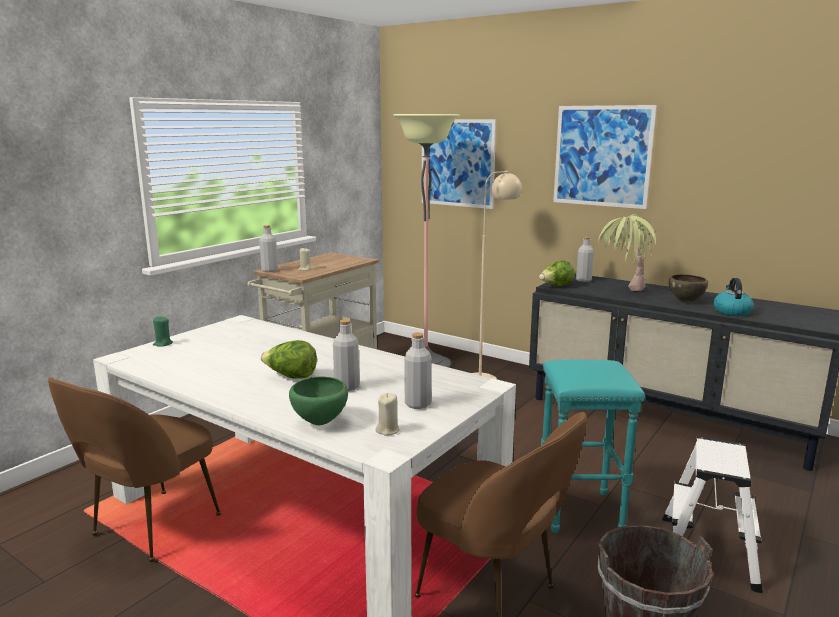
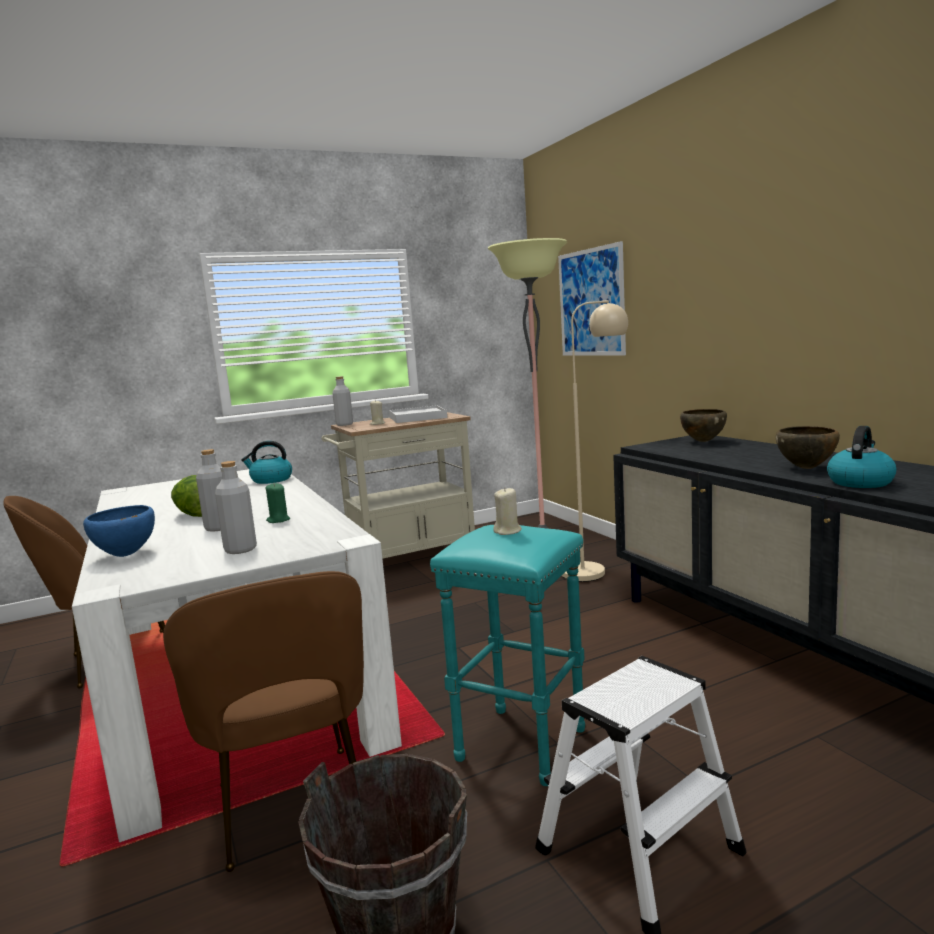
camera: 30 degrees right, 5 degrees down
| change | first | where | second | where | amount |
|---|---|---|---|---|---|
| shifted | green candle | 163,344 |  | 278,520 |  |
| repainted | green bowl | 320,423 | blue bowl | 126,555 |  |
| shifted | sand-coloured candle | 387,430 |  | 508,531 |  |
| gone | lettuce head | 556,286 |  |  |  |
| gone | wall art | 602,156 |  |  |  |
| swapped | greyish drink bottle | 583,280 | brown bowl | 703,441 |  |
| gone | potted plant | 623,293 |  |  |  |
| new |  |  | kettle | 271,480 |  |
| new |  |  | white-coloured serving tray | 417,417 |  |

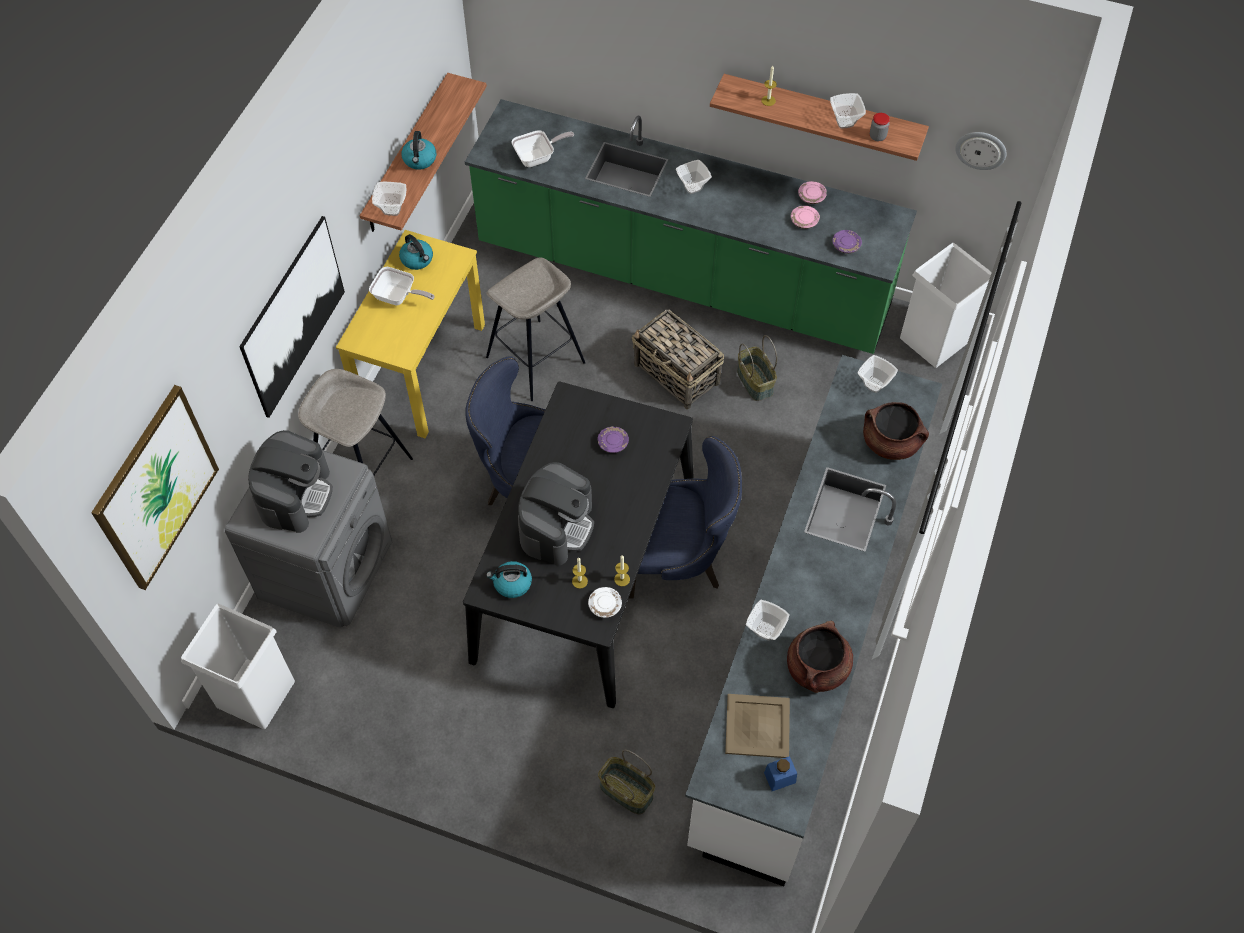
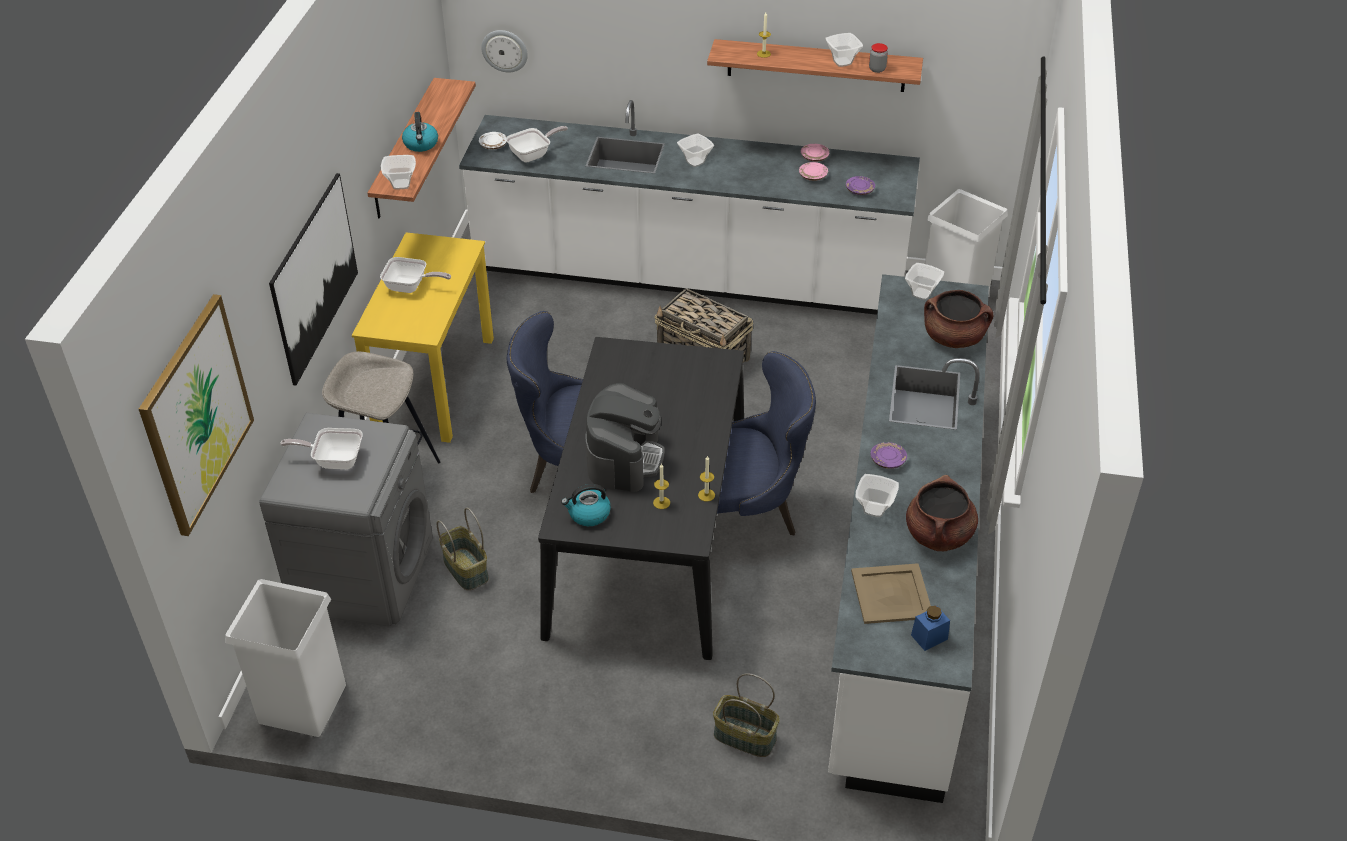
camera: 10 degrees left, 15 degrees down
| change | first | where | second | where | amount |
|---|---|---|---|---|---|
| swapped | coffee maker | 295,494 | skillet | 334,460 |  |
| gone | kettle | 417,259 |  |  |  |
| repainted | green counter | 682,277 | white-coloured counter | 689,277 |  |
| gone | greyish sitting stool | 535,360 |  |  |  |
| shifted | white-coloured plate | 605,605 |  | 493,145 |  |
| shifted | purple plate | 613,443 |  | 887,460 |  |
| shifted | household basket | 755,382 |  | 466,569 |  |
| shifted | hanging clock | 981,149 |  | 504,50 |  |

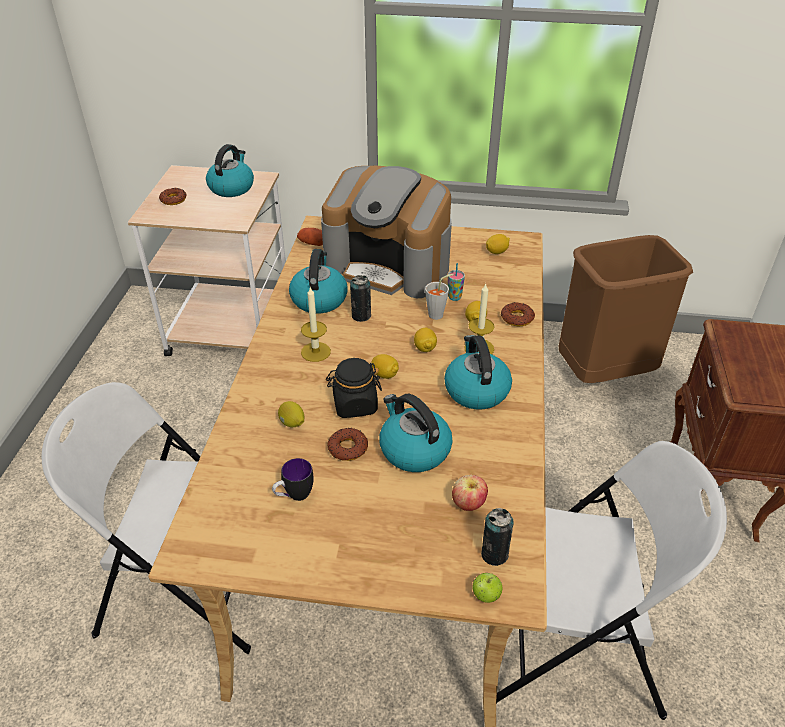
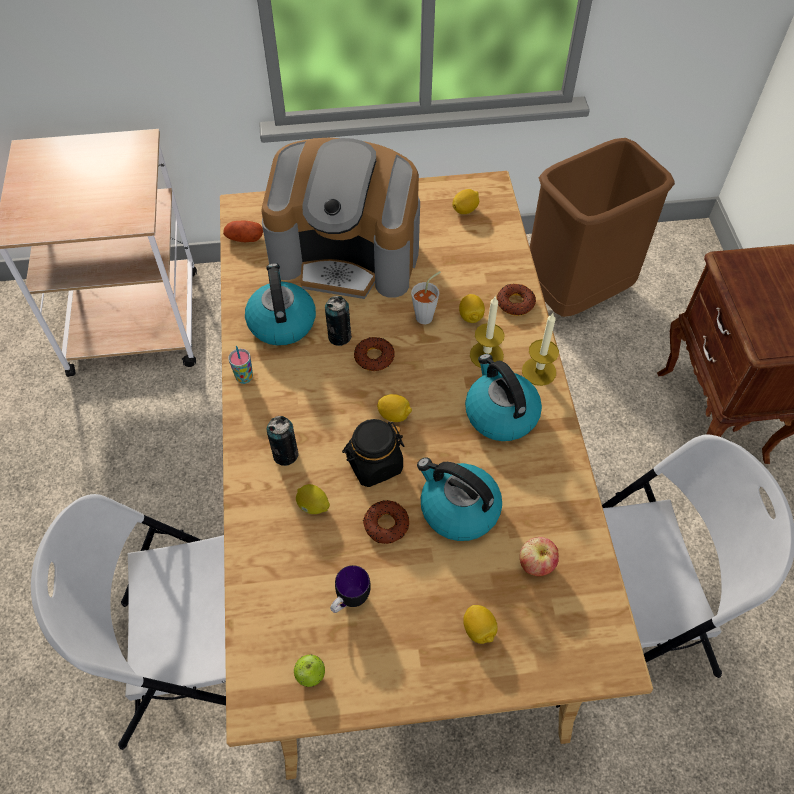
camera: 15 degrees left, 15 degrees up
| change | first | where | second | where | amount |
|---|---|---|---|---|---|
| shifted | donut | 173,200 |  | 374,357 |  |
| gone | kettle | 231,187 |  |  |  |
| shifted | candle | 315,352 |  | 539,371 |  |
| shifted | lemon | 425,348 |  | 479,630 |  |
| shifted | cup | 454,297 |  | 244,377 |  |
| shifted | whole apple | 486,595 |  | 310,675 |  |
| shifted | can | 494,554 |  | 285,454 |  |

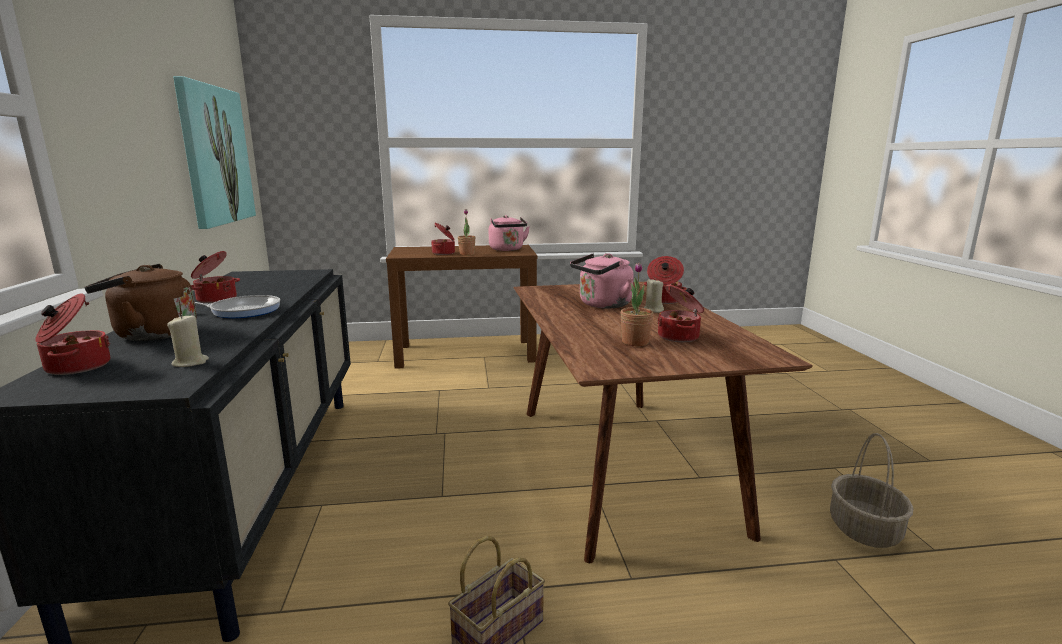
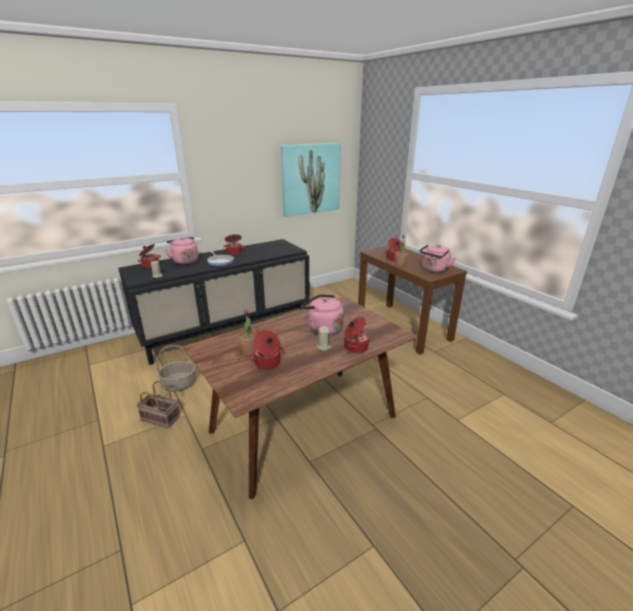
camera: 65 degrees right, 10 degrees up
| change | first | where | second | where | amount |
|---|---|---|---|---|---|
| repainted | brown kettle | 151,334 | pinkish kettle | 185,261 |  |
| shifted | household basket | 863,529 |  | 179,384 |  |

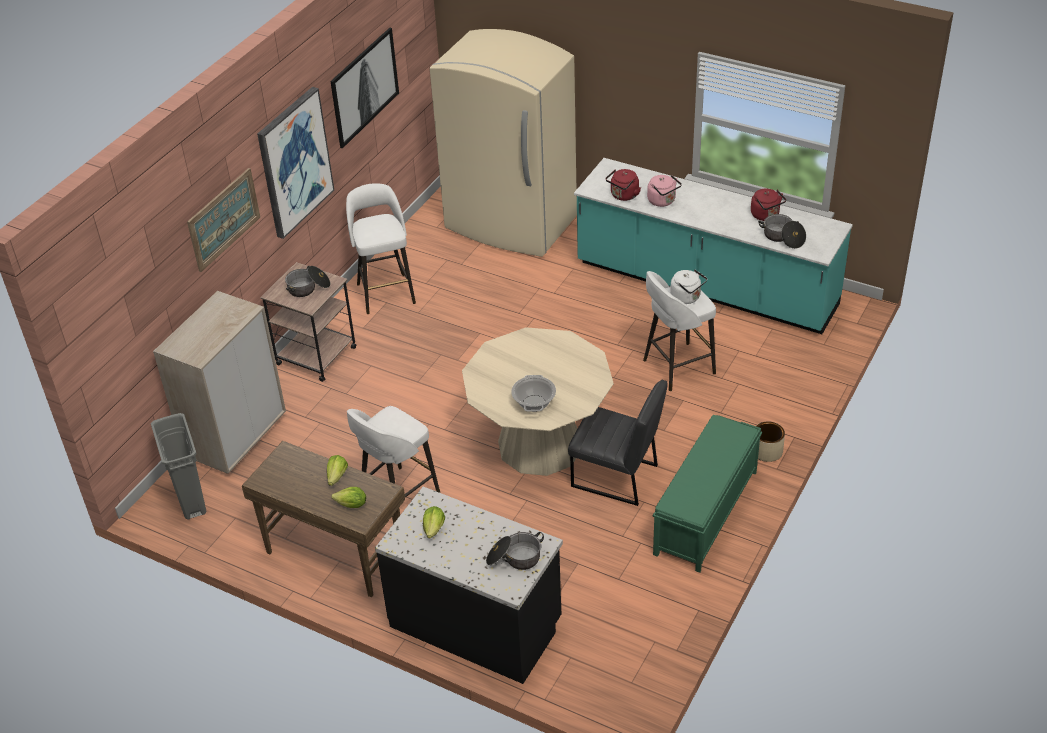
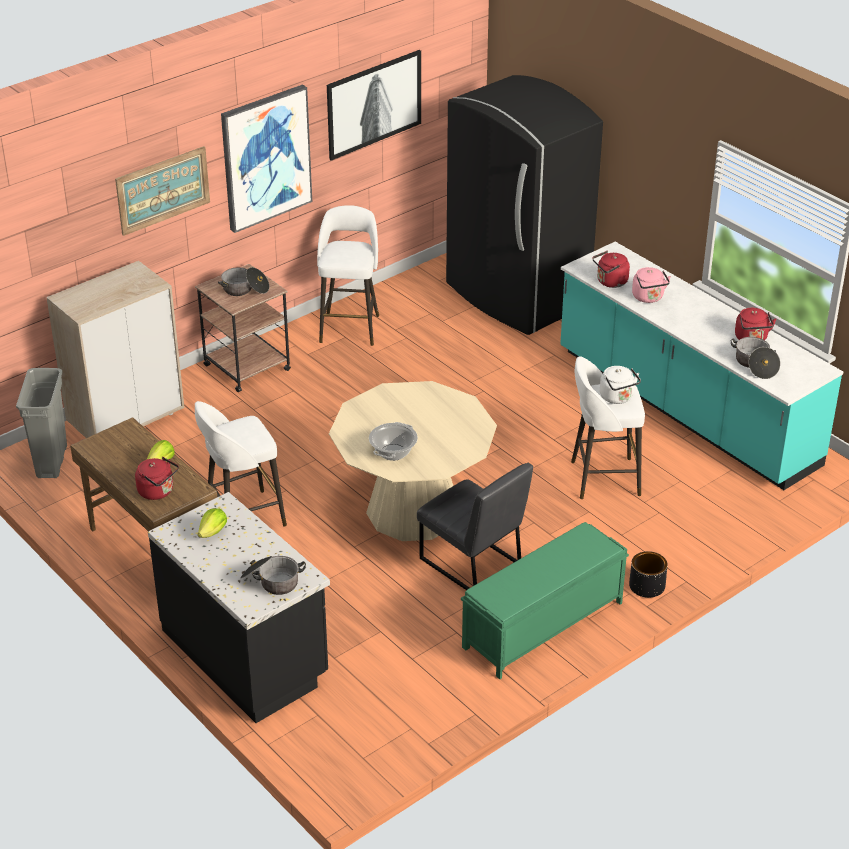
camera: 20 degrees right, 5 degrees down
| change | first | where | second | where | amount |
|---|---|---|---|---|---|
| swapped | lettuce head | 352,505 | red kettle | 158,492 |  |
| repainted | sand-coloured refrigerator | 510,224 | black refrigerator | 516,296 |  |
| repainted | sand-coloured planter | 767,451 | black planter | 646,586 |  |

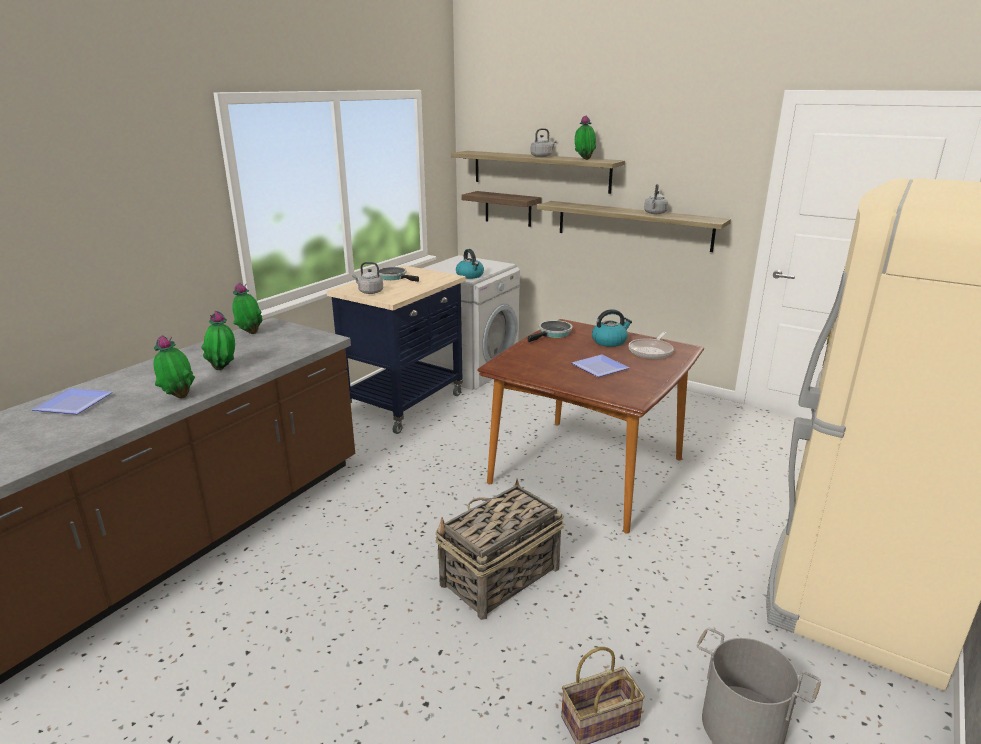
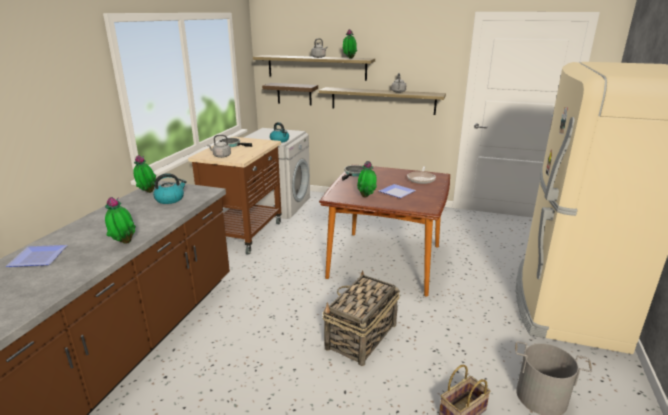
camera: 15 degrees left, 0 degrees up
| change | first | where | second | where | amount |
|---|---|---|---|---|---|
| shifted | potted plant | 224,369 |  | 366,196 |  |
| repainted | blue cart | 404,404 | brown cart | 244,234 |  |
| shifted | kettle | 609,341 |  | 170,199 |  |

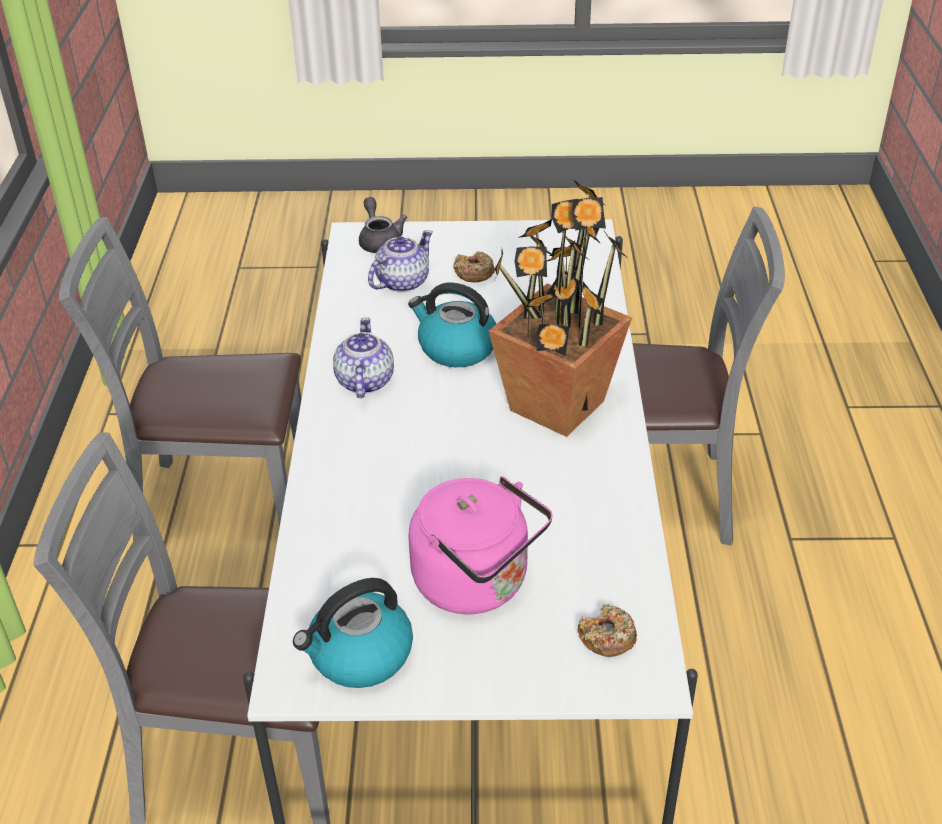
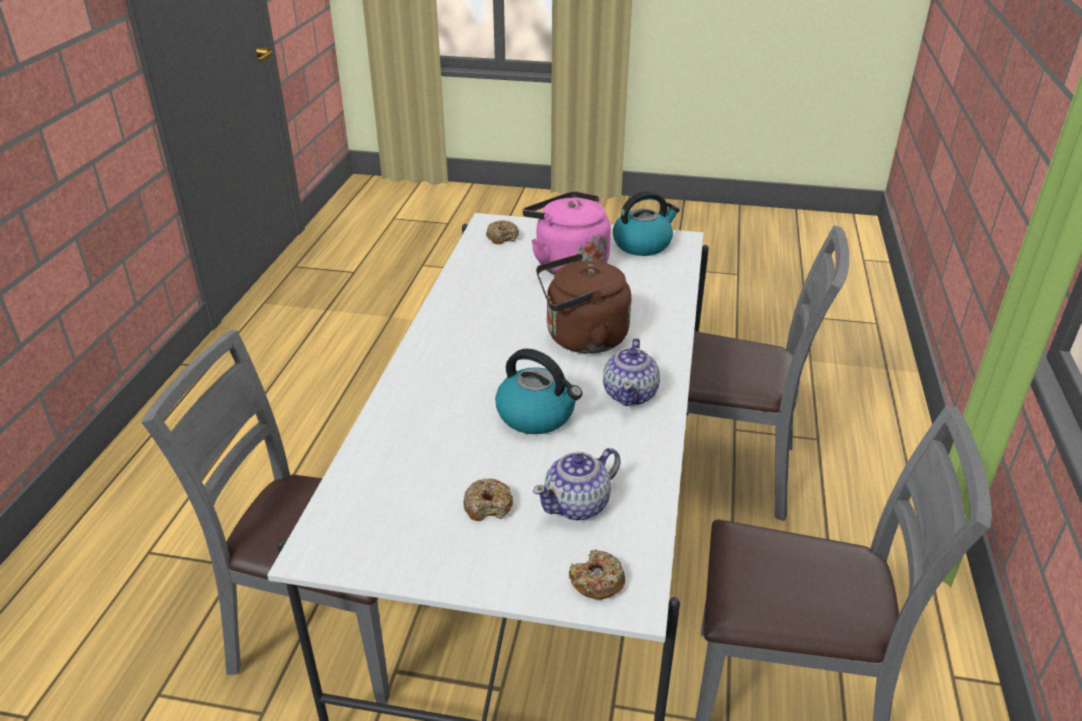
camera: 170 degrees left, 5 degrees down
| change | first | where | second | where | amount |
|---|---|---|---|---|---|
| swapped | greyish pot for tea | 379,241 | donut | 597,582 |  |
| gone | potted plant | 555,405 |  |  |  |
| new |  |  | brown kettle | 581,338 |  |

